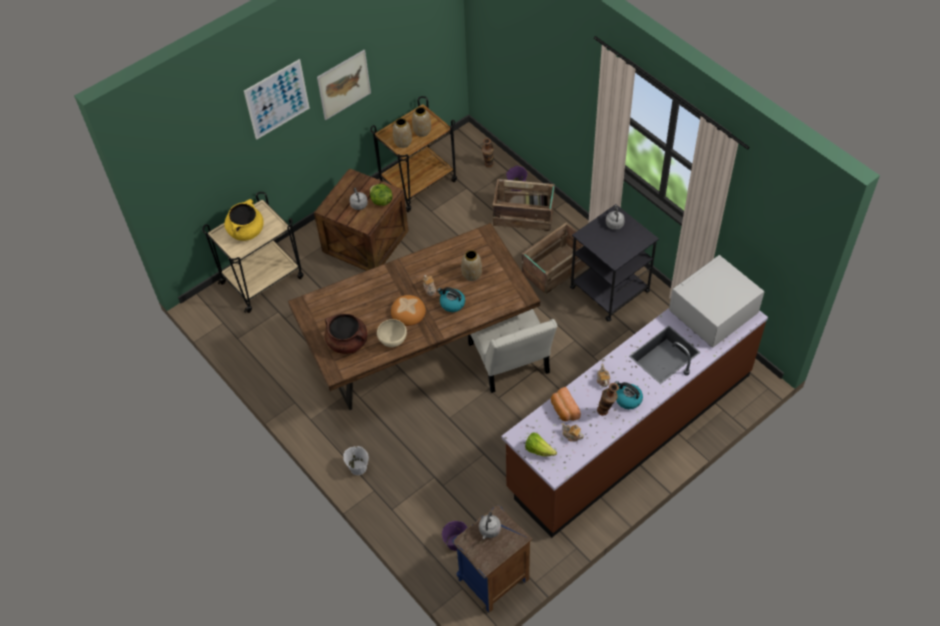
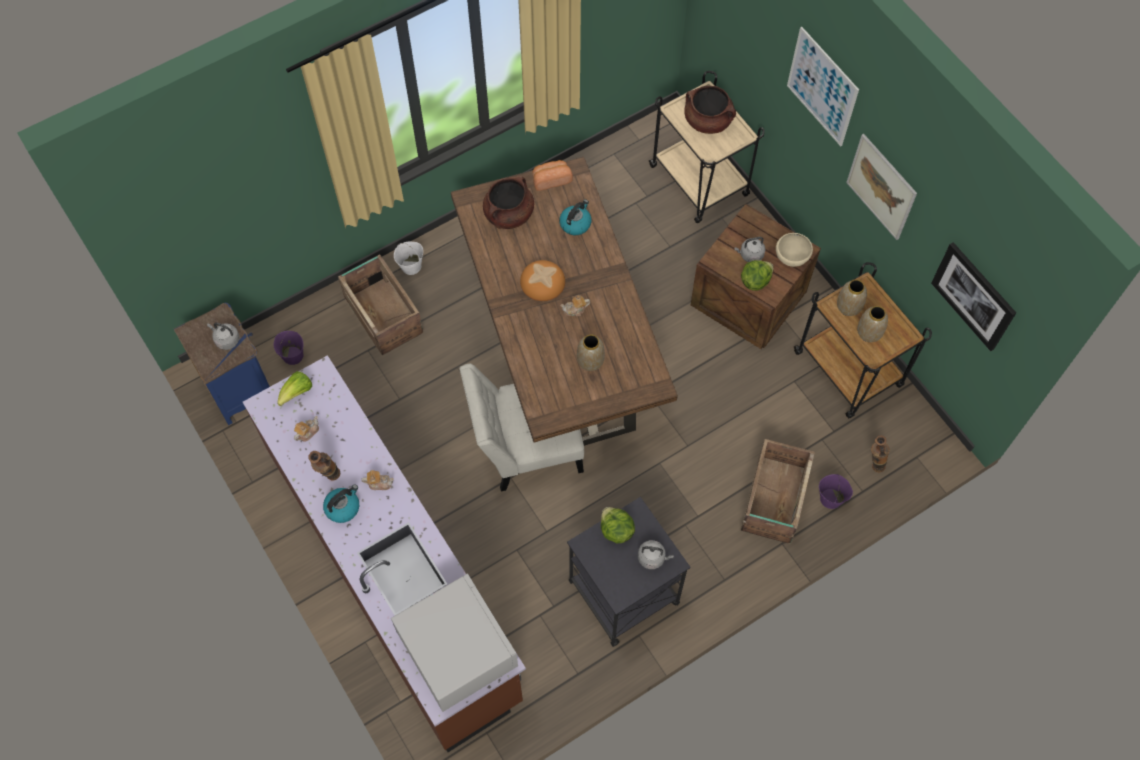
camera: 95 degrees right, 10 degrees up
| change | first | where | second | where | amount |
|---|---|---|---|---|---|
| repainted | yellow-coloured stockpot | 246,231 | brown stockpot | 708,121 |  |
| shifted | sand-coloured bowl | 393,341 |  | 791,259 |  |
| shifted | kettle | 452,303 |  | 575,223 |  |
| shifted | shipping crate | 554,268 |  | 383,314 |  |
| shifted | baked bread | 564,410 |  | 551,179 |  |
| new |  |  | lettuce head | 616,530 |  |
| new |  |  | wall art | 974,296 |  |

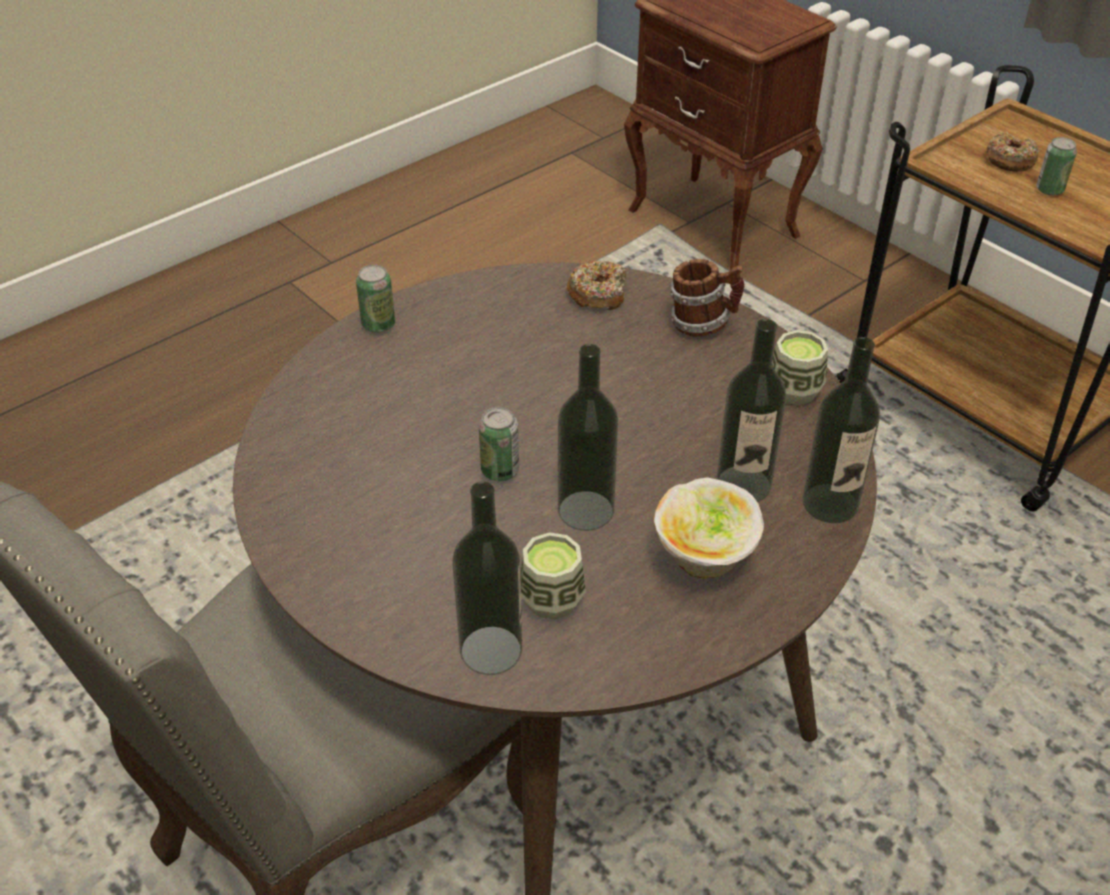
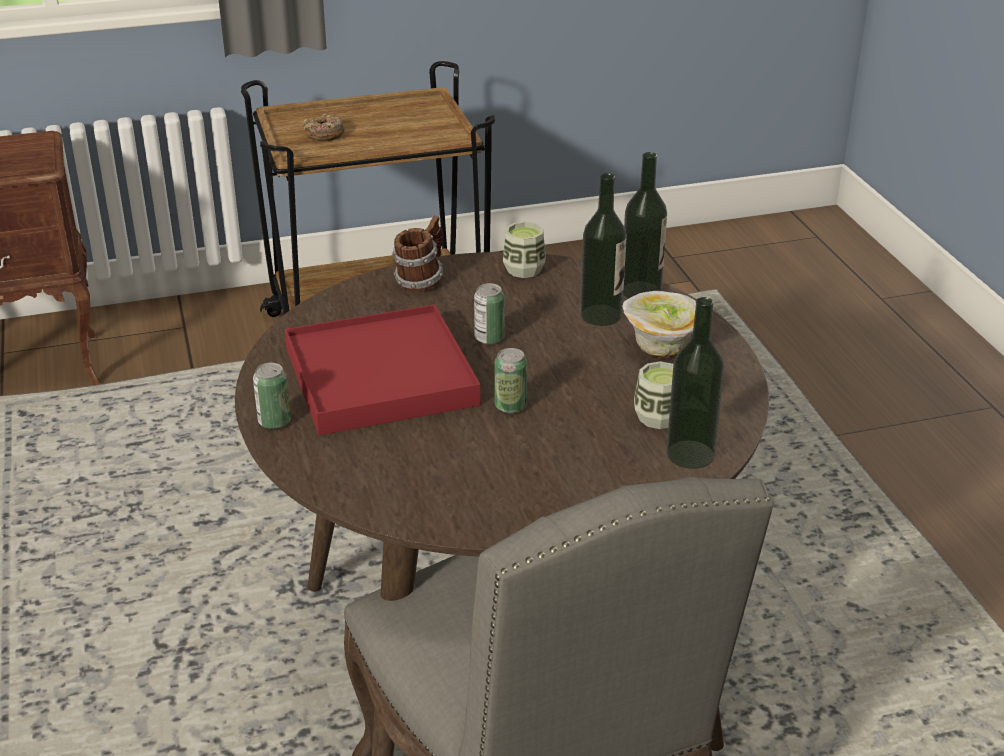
camera: 65 degrees left, 10 degrees down
| change | first | where | second | where | amount |
|---|---|---|---|---|---|
| gone | drink bottle | 585,510 |  |  |  |
| gone | donut | 598,294 |  |  |  |
| shifted | can | 1049,190 |  | 489,338 |  |
| new |  |  | red serving tray | 380,377 |  |

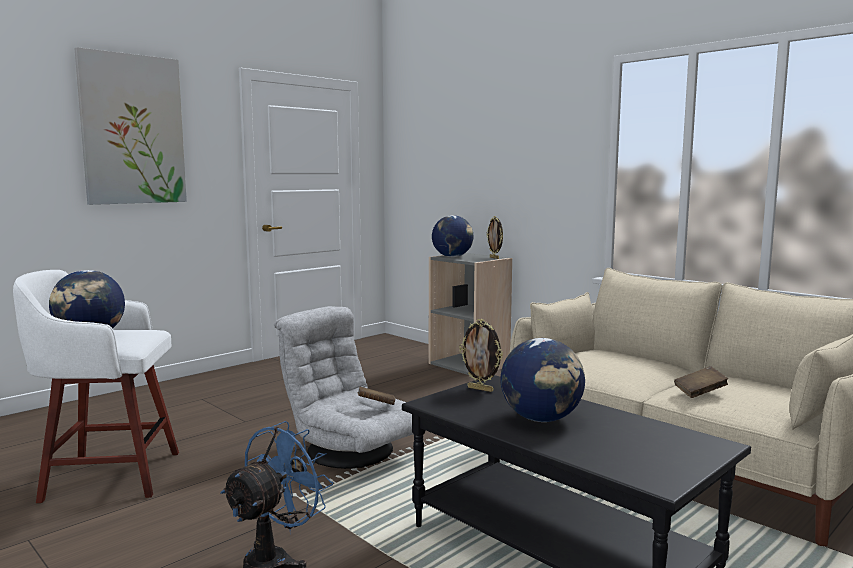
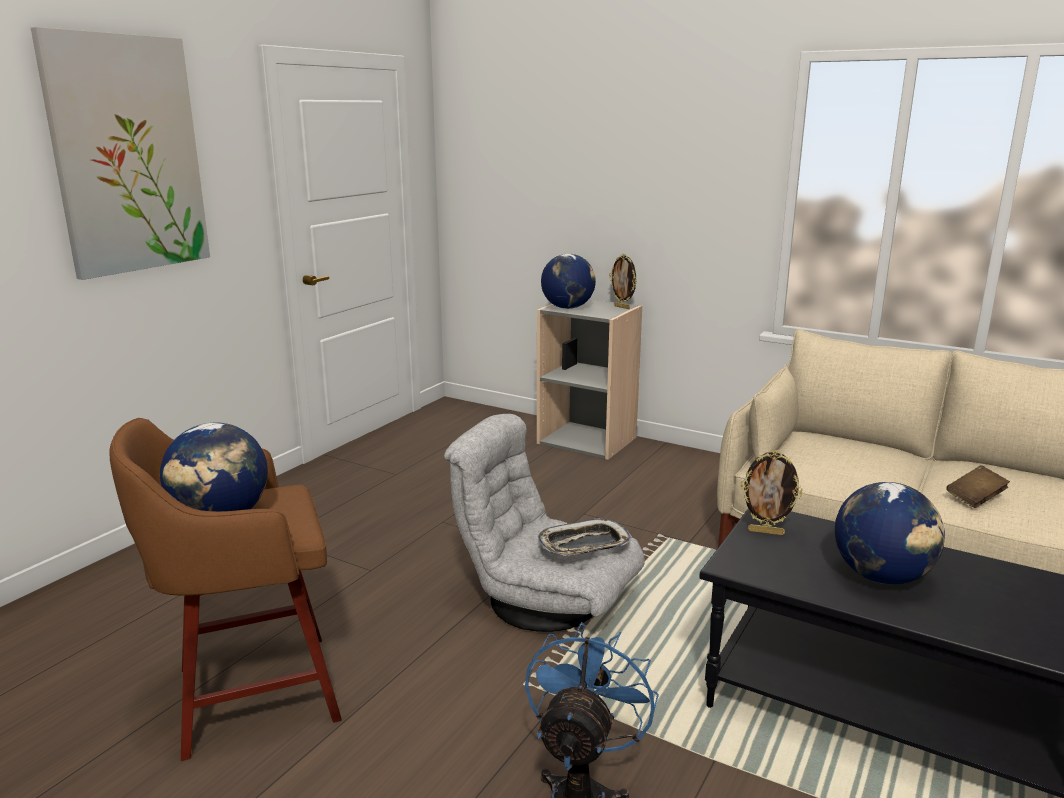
camera: 15 degrees left, 10 degrees up
| change | first | where | second | where | amount |
|---|---|---|---|---|---|
| repainted | white-coloured sitting stool | 108,476 | brown sitting stool | 250,694 |  |
| swapped | brown book | 376,405 | serving tray | 584,545 |  |

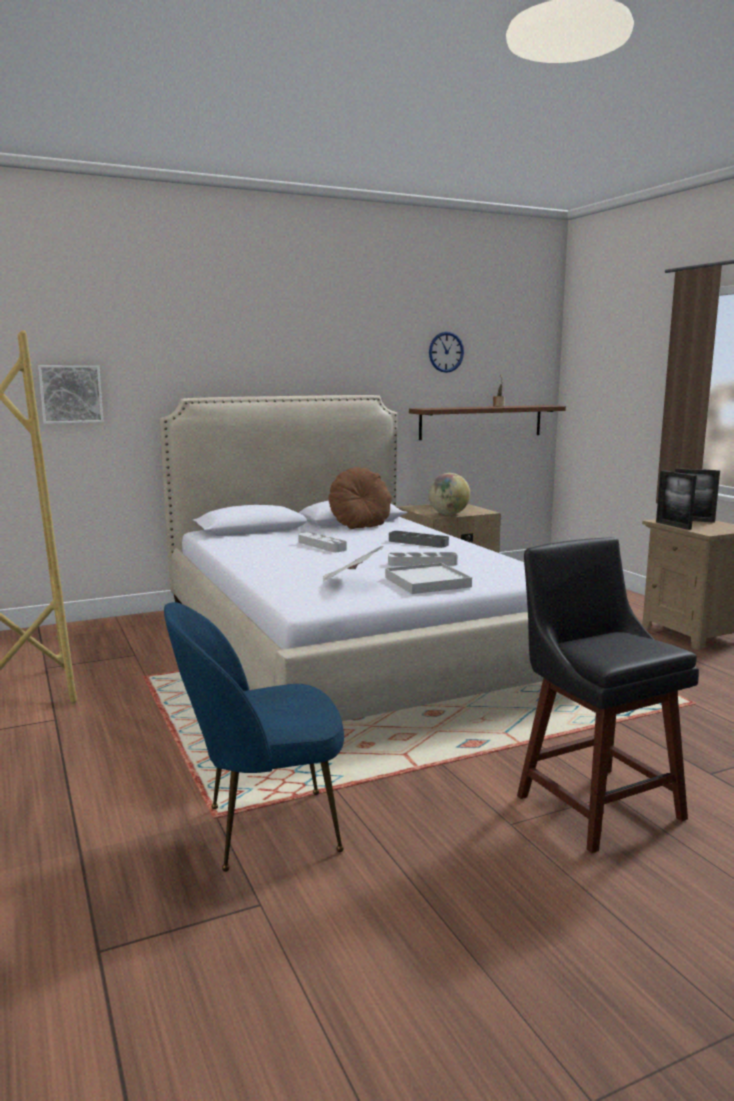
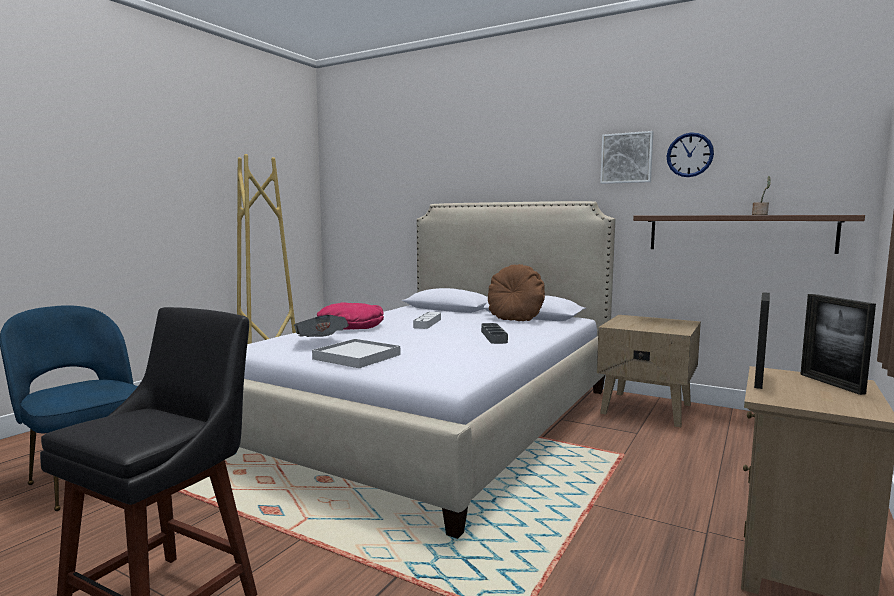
camera: 55 degrees right, 5 degrees down
| change | first | where | second | where | amount |
|---|---|---|---|---|---|
| shifted | wall art | 71,394 |  | 626,158 |  |
| gone | greyish serving tray | 422,563 |  |  |  |
| gone | globe | 448,514 |  |  |  |
| new |  |  | pinkish pillow | 352,326 |  |

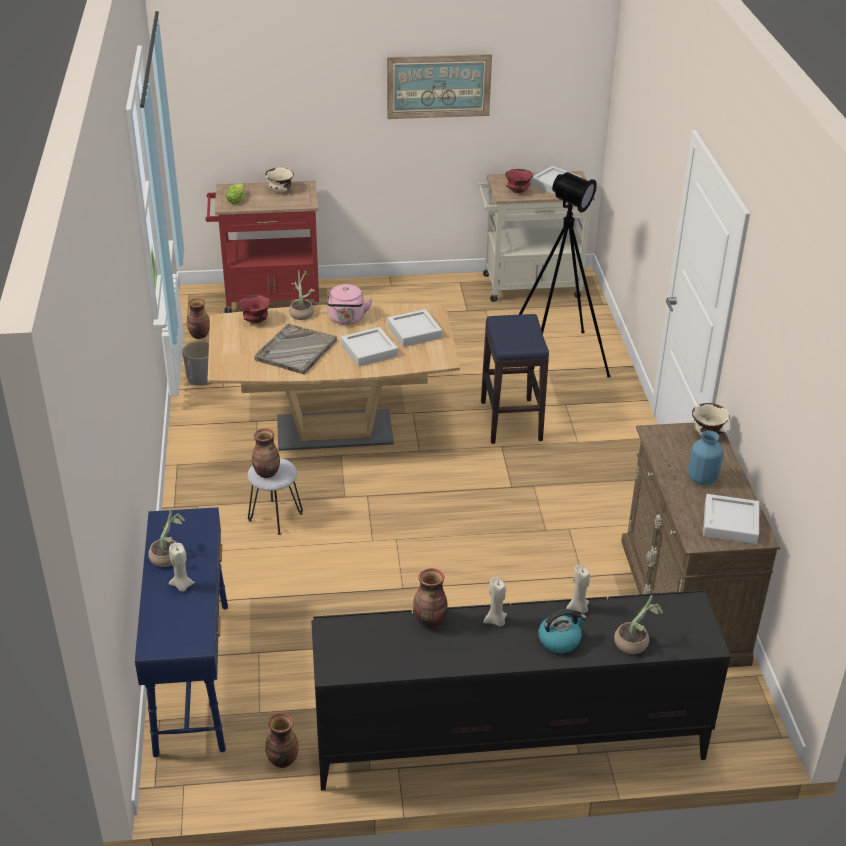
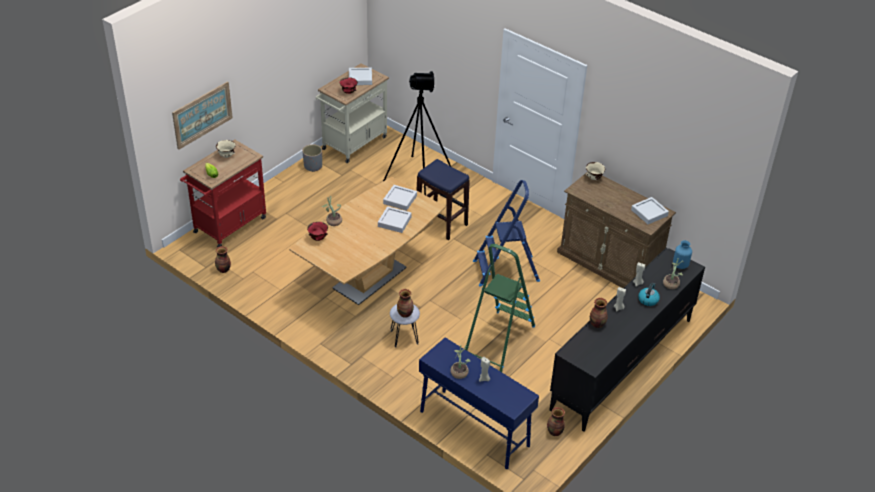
camera: 45 degrees left, 5 degrees up
| change | first | where | second | where | amount |
|---|---|---|---|---|---|
| shifted | greyish planter | 202,378 |  | 313,166 |  |
| gone | greyish serving tray | 295,350 |  |  |  |
| gone | pinkish kettle | 347,319 |  |  |  |
| shifted | wall art | 438,86 |  | 202,115 |  |
| shifted | blue flower vase | 702,478 |  | 680,265 |  |
| new |  |  | green stepladder | 499,342 |  |
| new |  |  | blue stepladder | 505,271 |  |

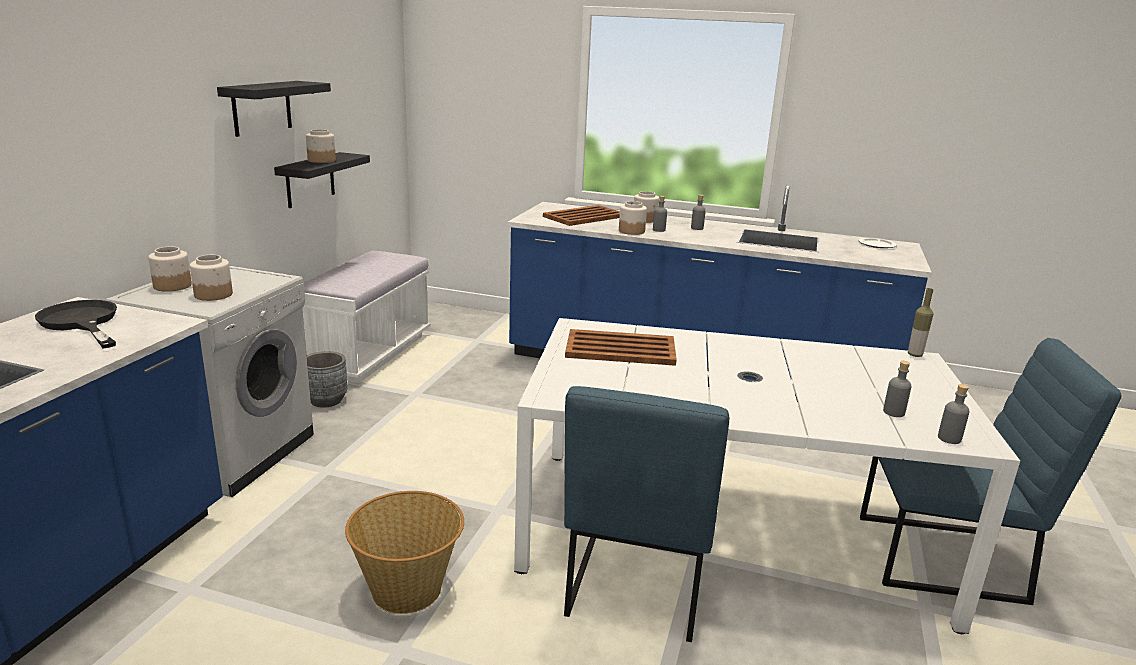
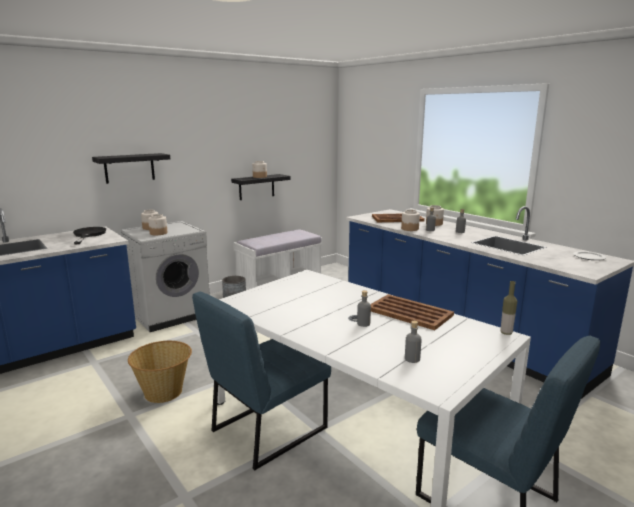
camera: 35 degrees right, 5 degrees down
| change | first | where | second | where | amount |
|---|---|---|---|---|---|
| shifted | black shelf | 262,108 |  | 129,168 |  |
| shifted | brown serving tray | 619,349 |  | 408,312 |  |
| shifted | greyish drink bottle | 949,438 |  | 363,324 |  |

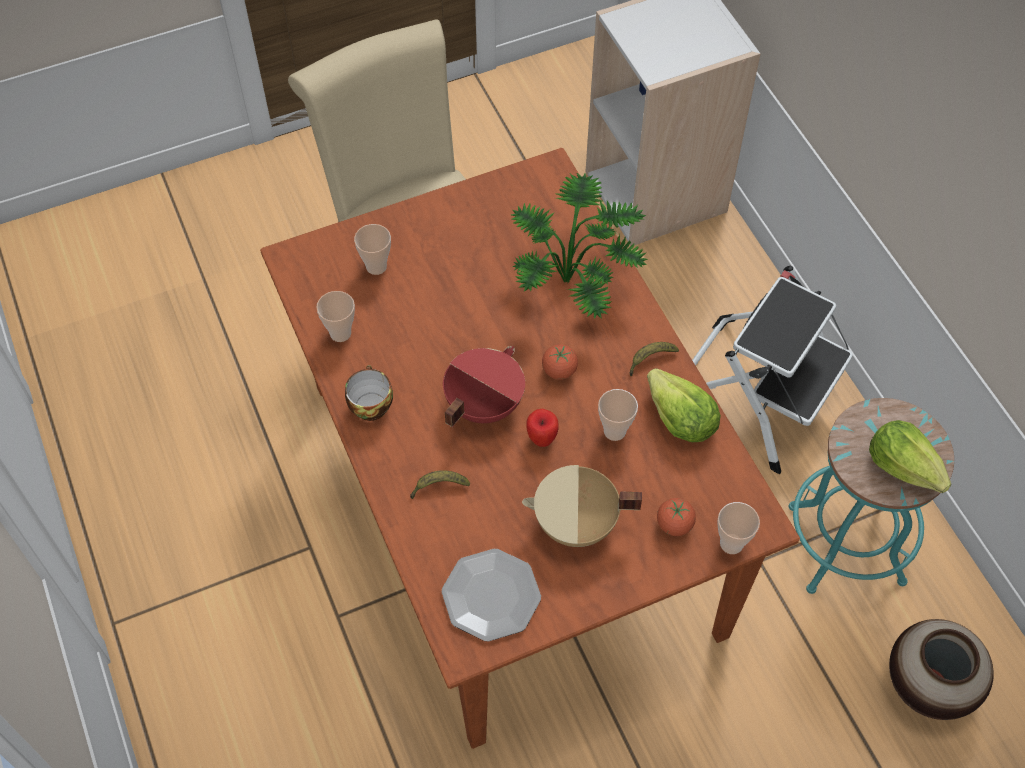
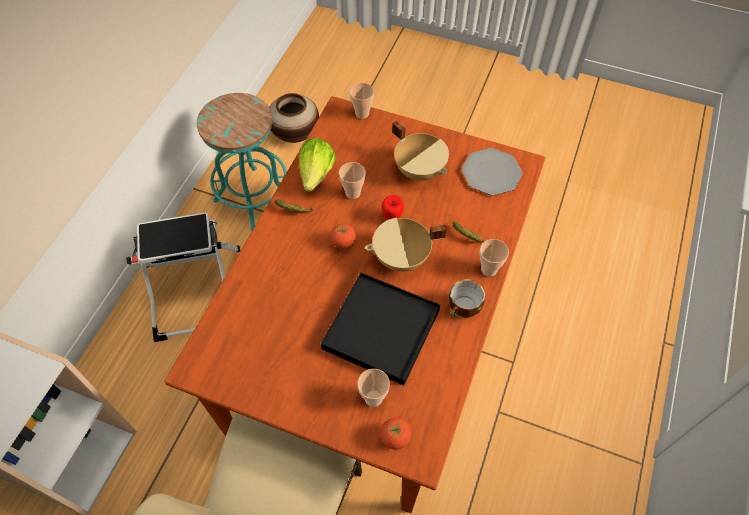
camera: 135 degrees left, 0 degrees up
| change | first | where | second | where | amount |
|---|---|---|---|---|---|
| shifted | cup | 340,333 |  | 489,269 |  |
| repainted | red stockpot | 482,404 | sand-coloured stockpot | 402,259 |  |
| gone | potted plant | 575,280 |  |  |  |
| shifted | fresh tomato | 674,525 |  | 395,437 |  |
| gone | lettuce head | 904,466 |  |  |  |
| new |  |  | black serving tray | 381,329 |  |

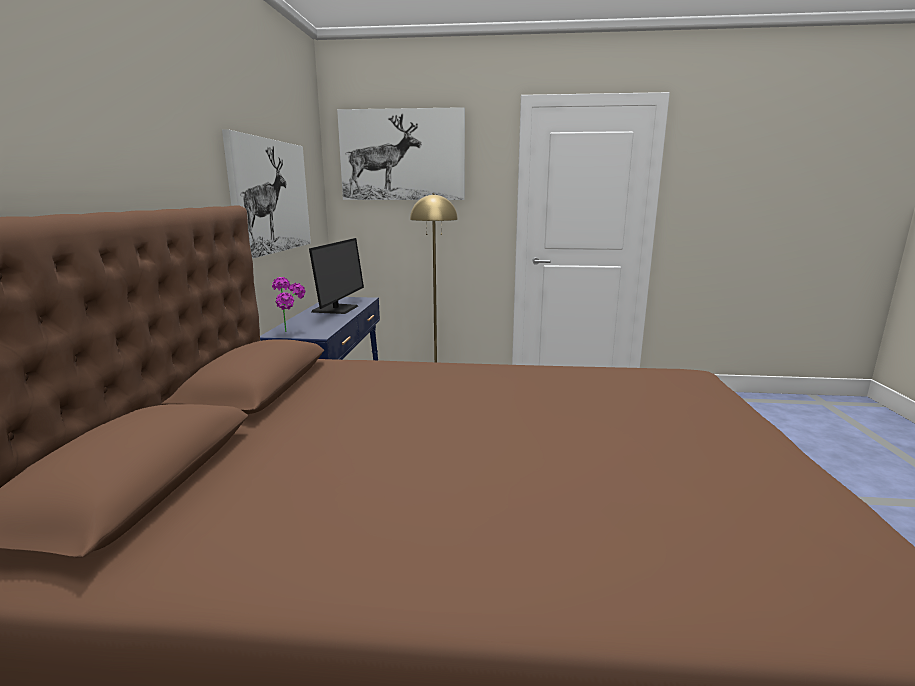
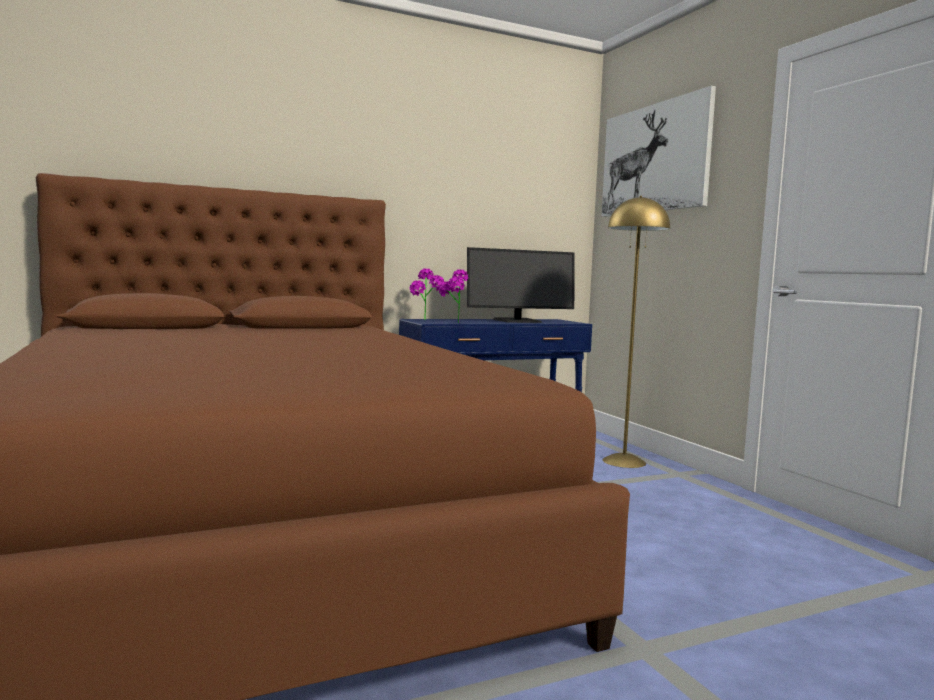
camera: 60 degrees right, 10 degrees down
| change | first | where | second | where | amount |
|---|---|---|---|---|---|
| gone | wall art | 271,196 |  |  |  |
| new |  |  | potted plant | 453,323 |  |

